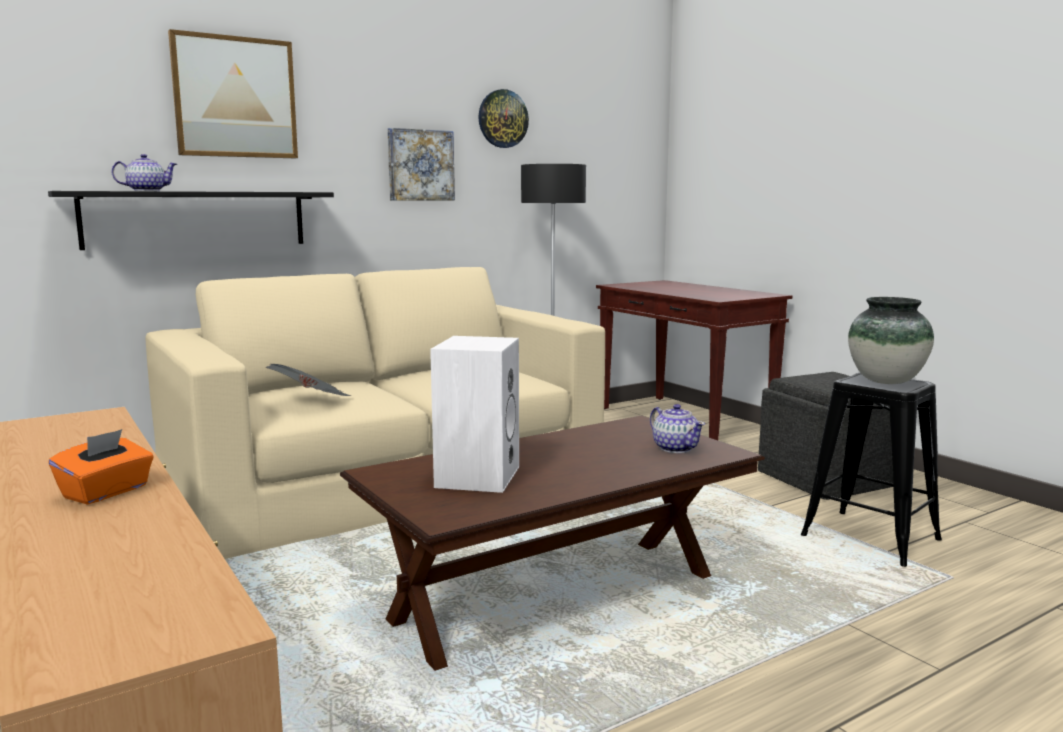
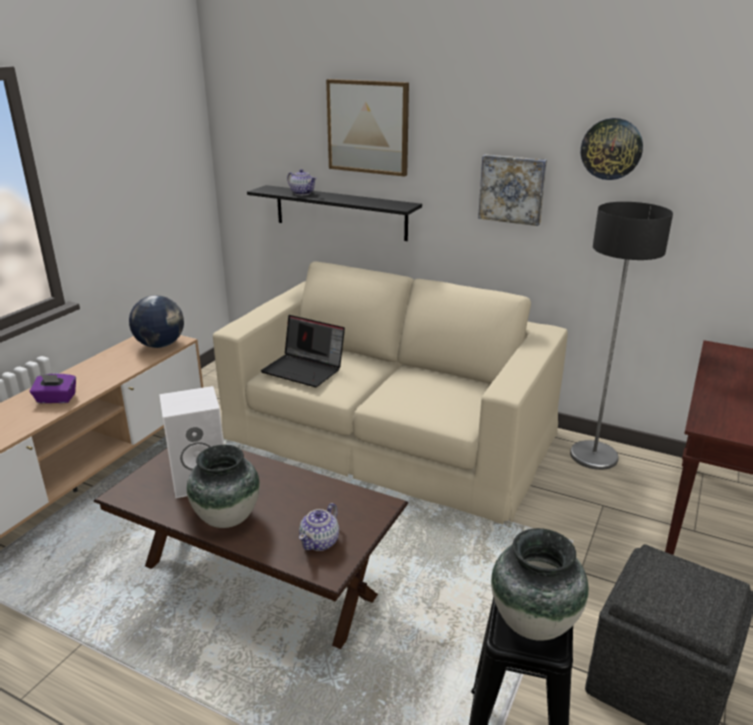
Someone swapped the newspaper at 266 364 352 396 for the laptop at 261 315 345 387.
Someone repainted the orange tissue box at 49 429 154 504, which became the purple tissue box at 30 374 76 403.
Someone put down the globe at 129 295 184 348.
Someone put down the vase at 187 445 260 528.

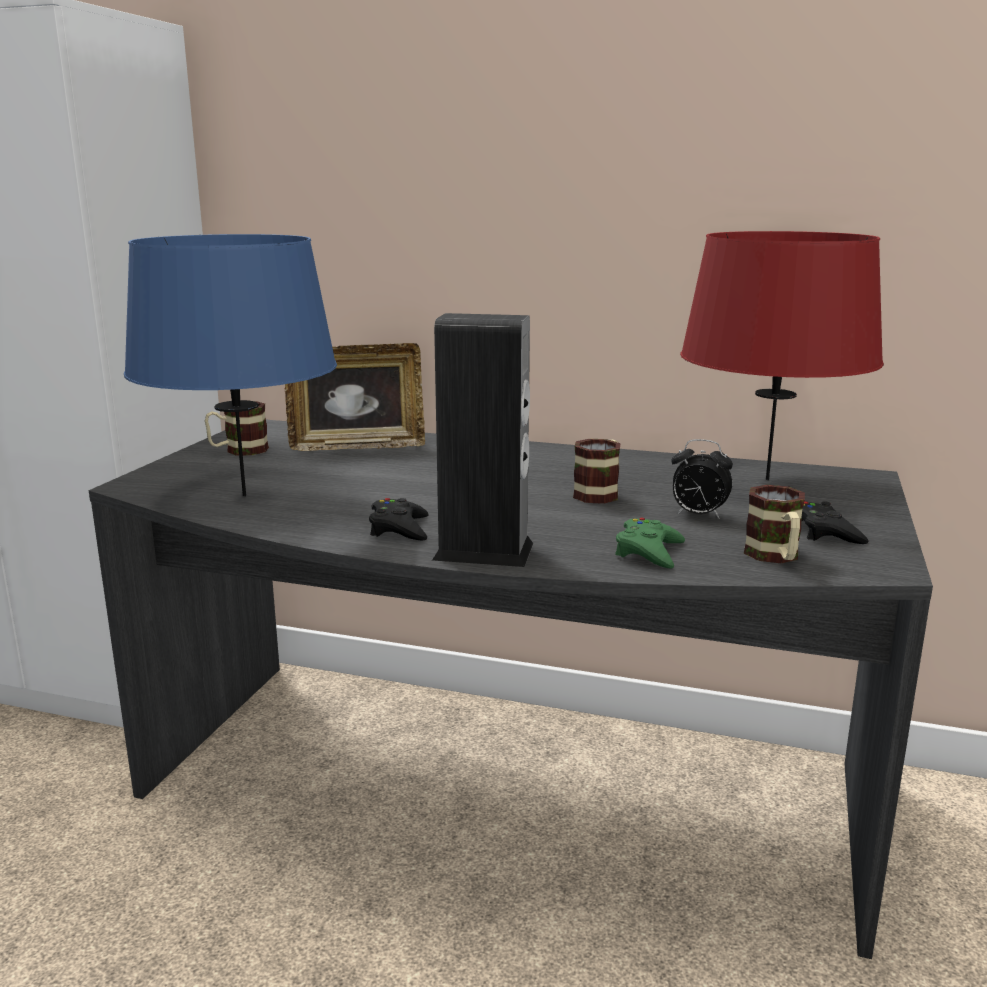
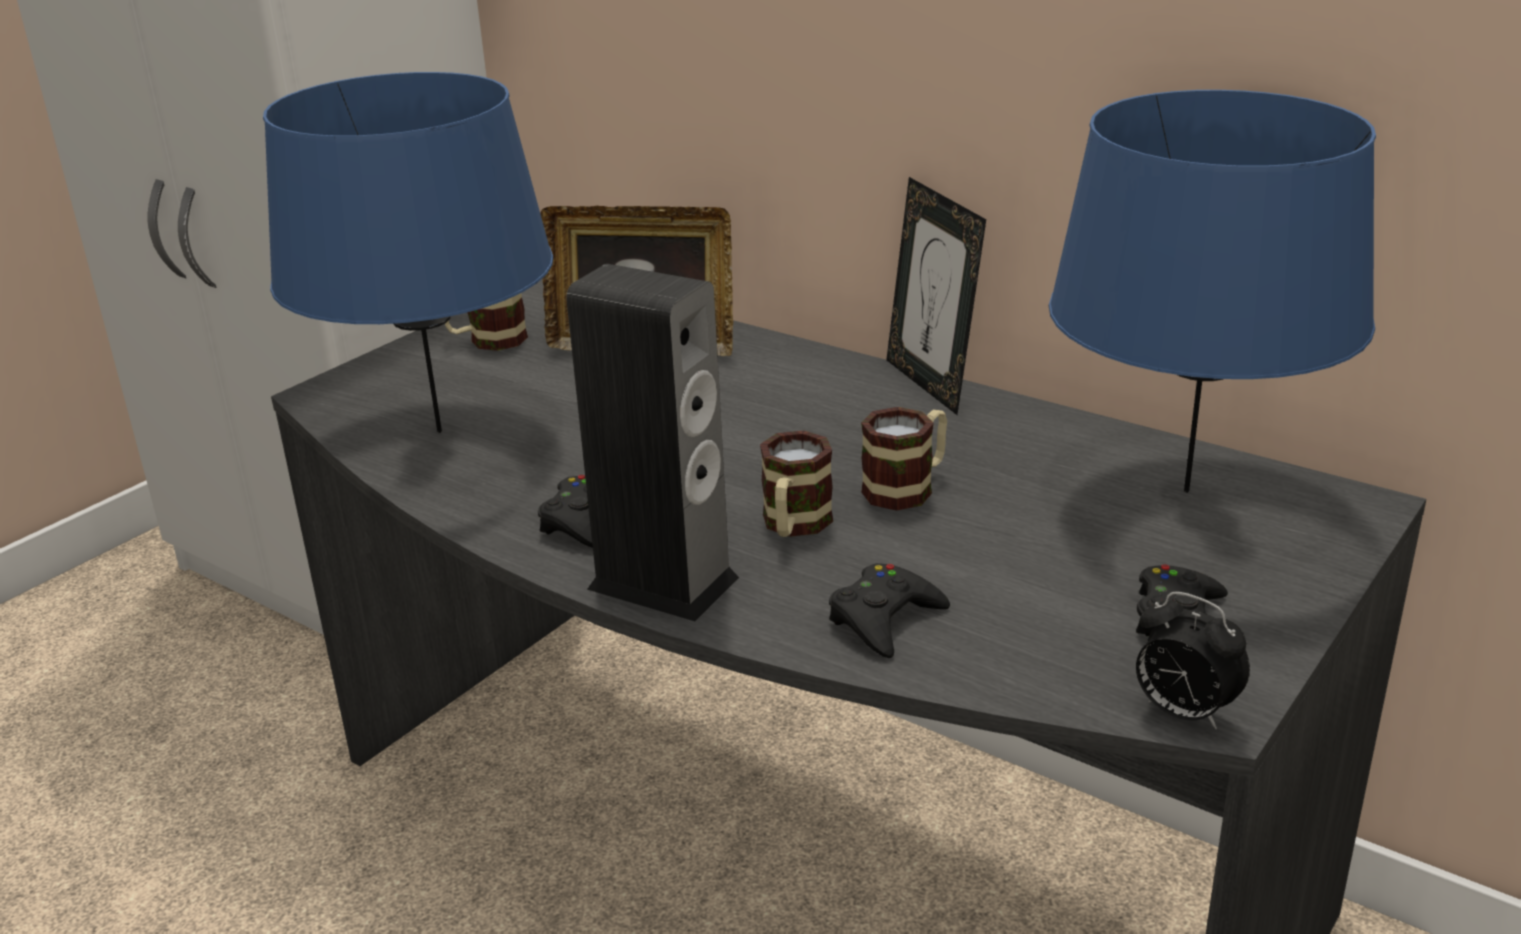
Someone repainted the red table lamp at 680 231 884 480, which became the blue table lamp at 1049 90 1376 493.
Someone carried the alarm clock from 671 439 733 519 to 1136 592 1250 730.
Someone carried the mug from 744 485 805 563 to 760 431 833 537.
Someone repainted the green game controller at 615 517 685 568, which became the black game controller at 829 563 950 658.
Someone put down the picture frame at 886 177 986 415.

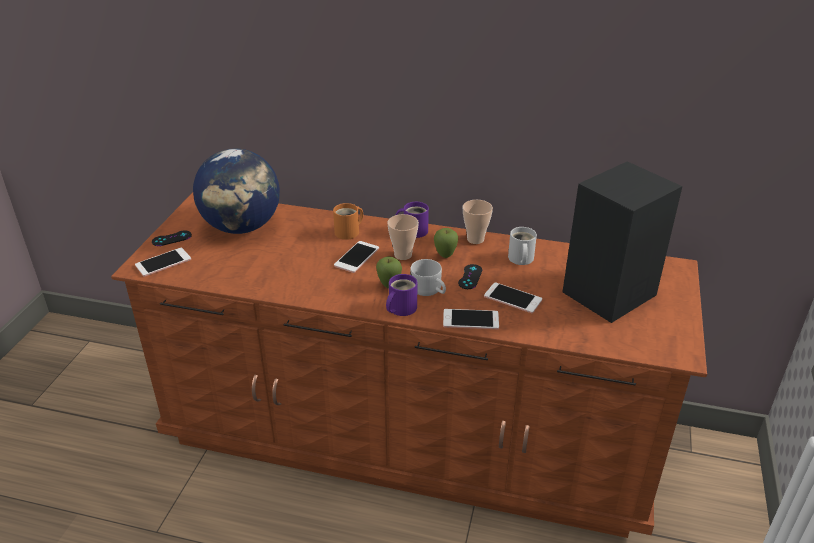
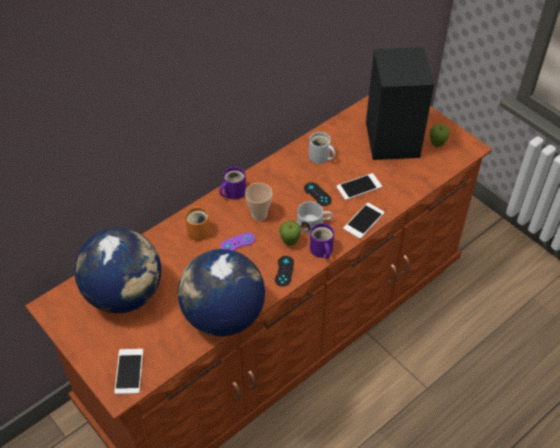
Someone took away the cup at 463 200 493 244.
Someone carried the apple from 434 228 458 258 to 430 124 450 147.
Someone carried the black game controller from 152 230 192 246 to 275 256 294 287.
Someone swapped the phone at 334 241 379 273 for the purple game controller at 220 232 255 251.
Someone put down the globe at 178 249 265 337.

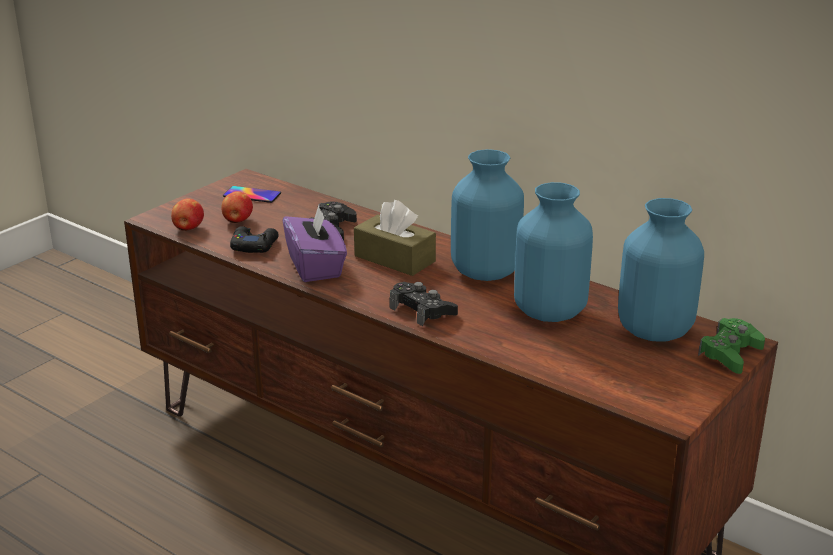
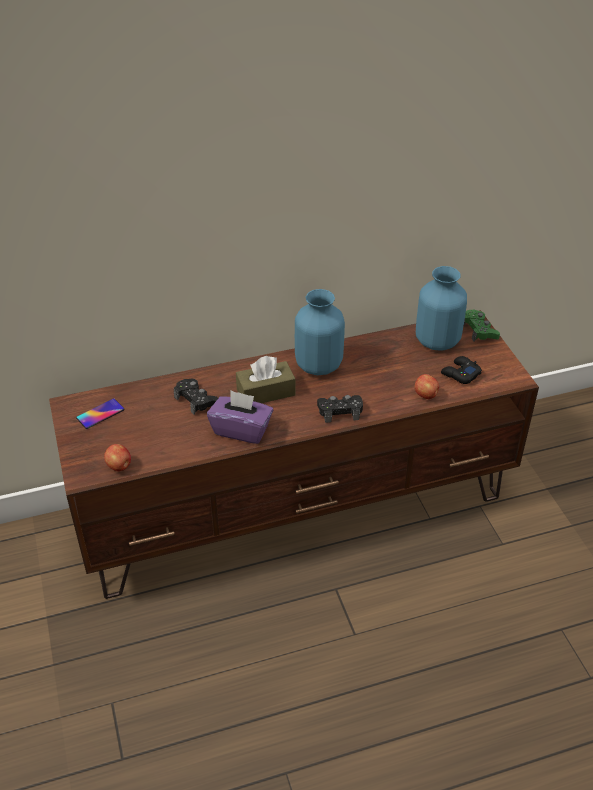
Someone took away the blue vase at 514 182 593 322.
Someone carried the apple from 221 191 253 223 to 414 374 439 399.
Someone carried the black game controller from 230 226 279 253 to 441 356 482 384.

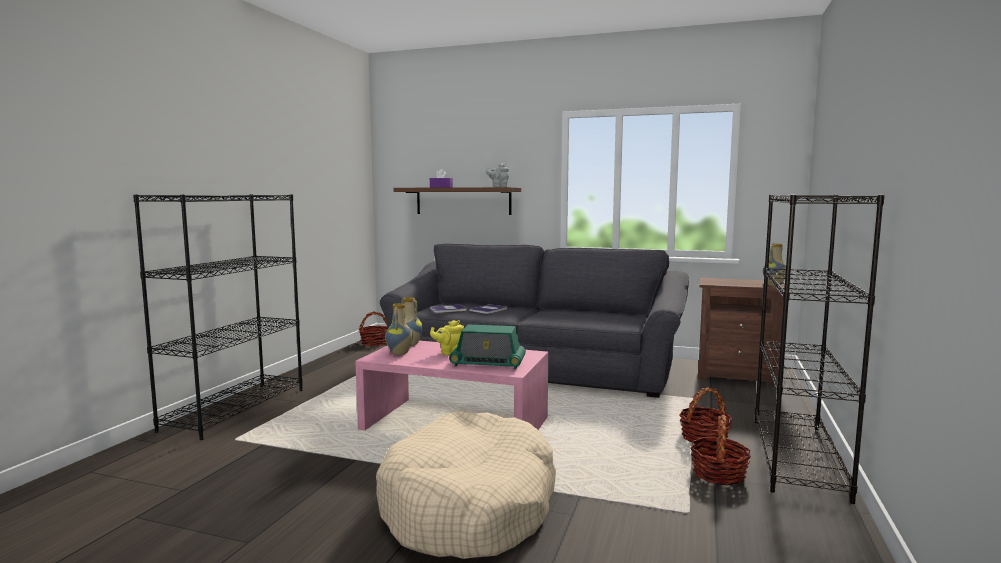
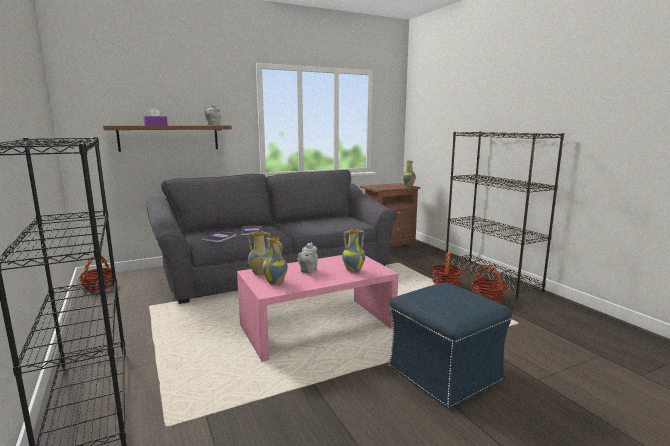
Someone repainted the yellow teapot at 430 320 464 355, which became the grey teapot at 297 242 318 274.
Someone swapped the radio at 449 324 526 369 for the vase at 342 229 365 272.
Someone swapped the beige dog bed at 376 411 556 559 for the blue ottoman at 389 282 512 408.

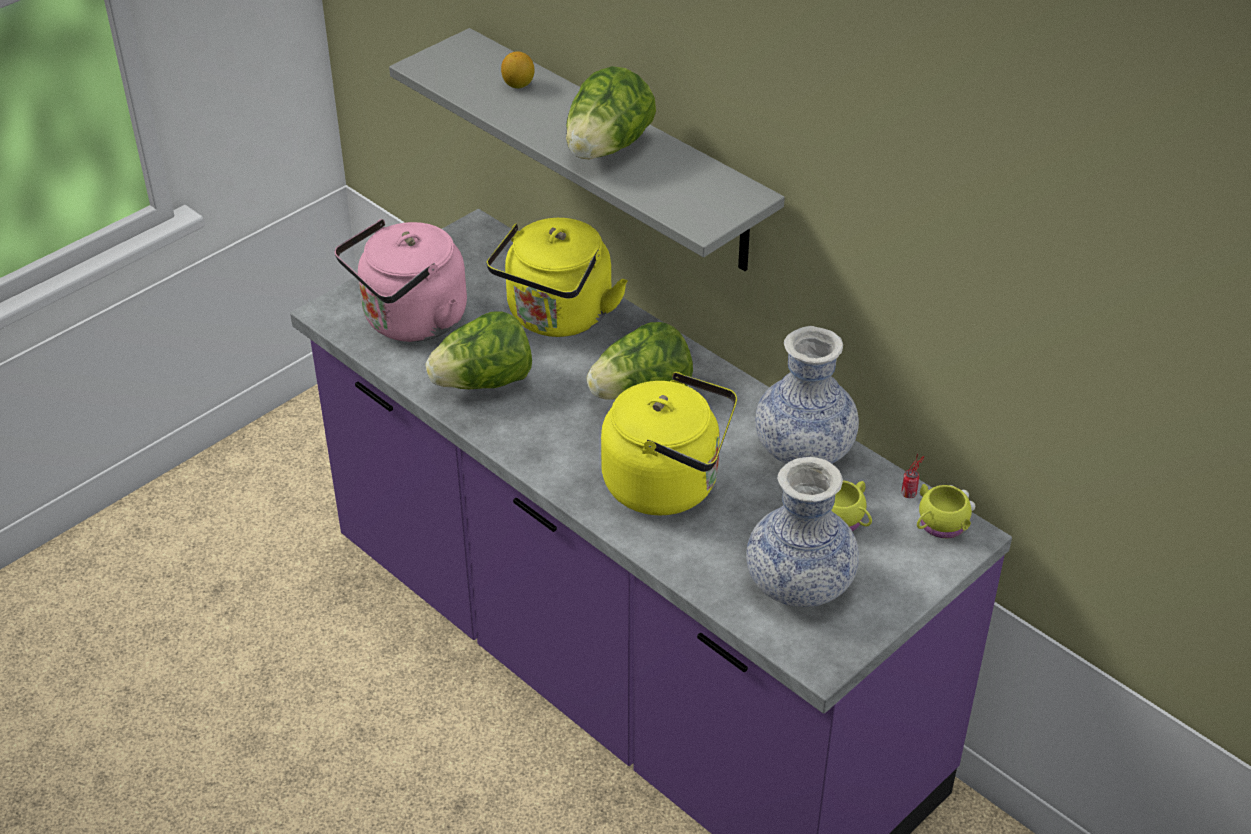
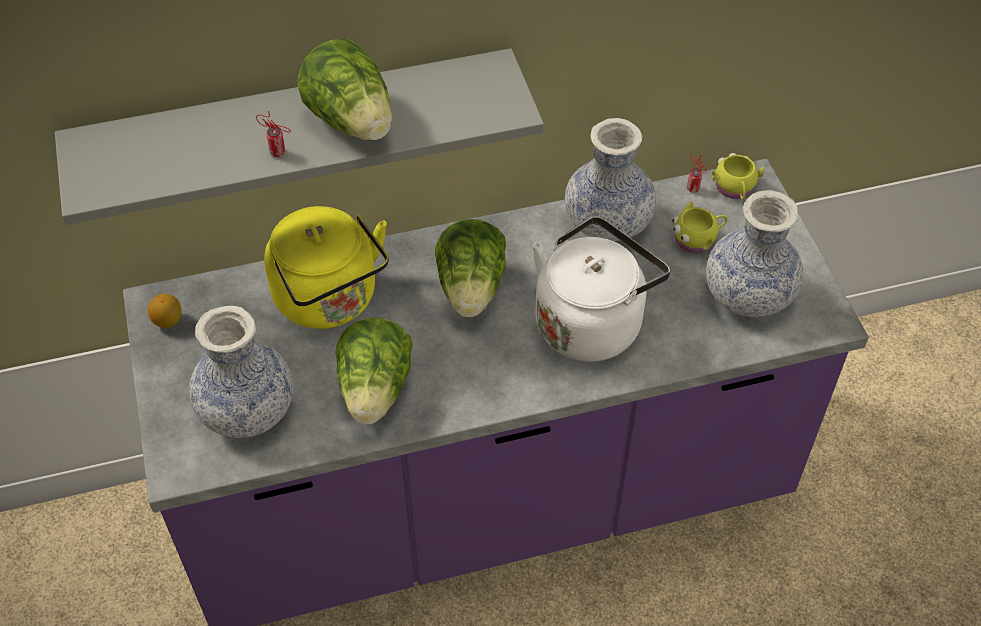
Someone carried the lemon from 501 51 535 89 to 148 294 181 328.
Someone swapped the pink kettle at 335 219 467 342 for the vase at 189 306 293 438.
Someone repainted the yellow kettle at 601 372 737 515, which became the white kettle at 532 216 670 362.
Someone put down the can at 256 111 291 157.

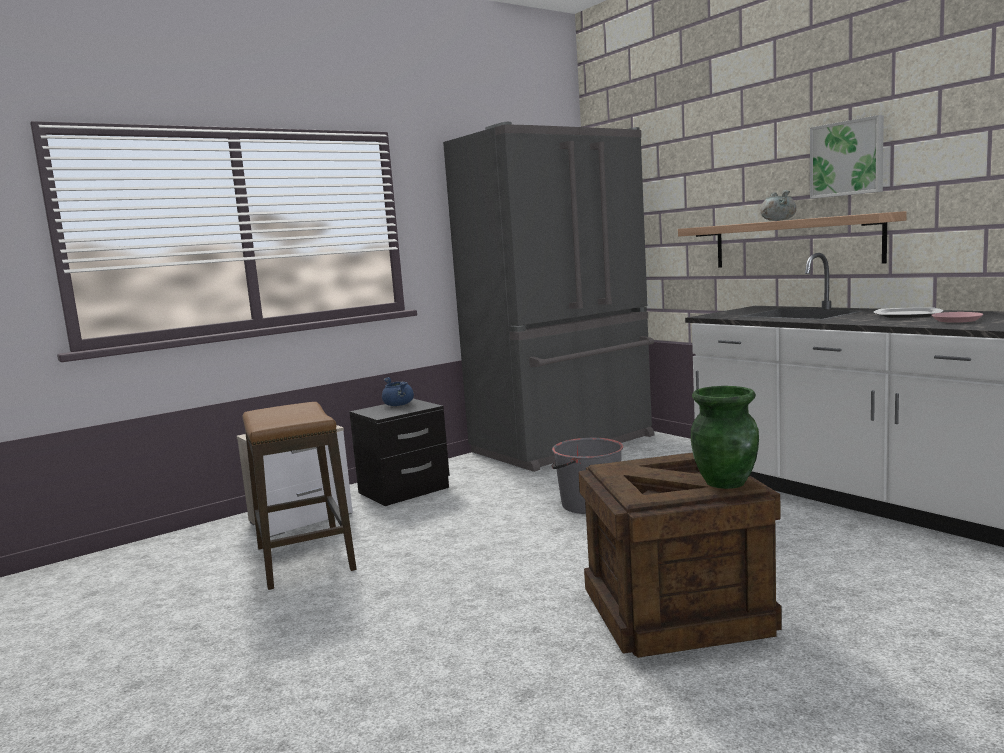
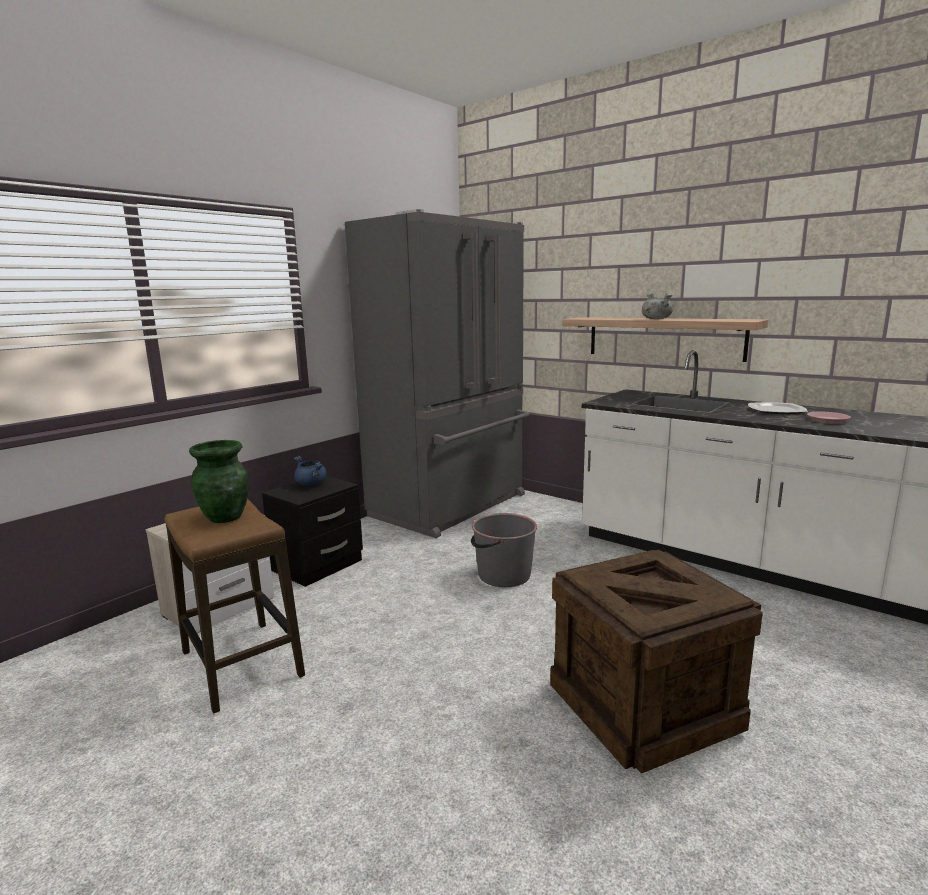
Someone took away the picture at 810 115 884 199.
Someone carried the green vase from 691 386 759 489 to 189 440 249 523.

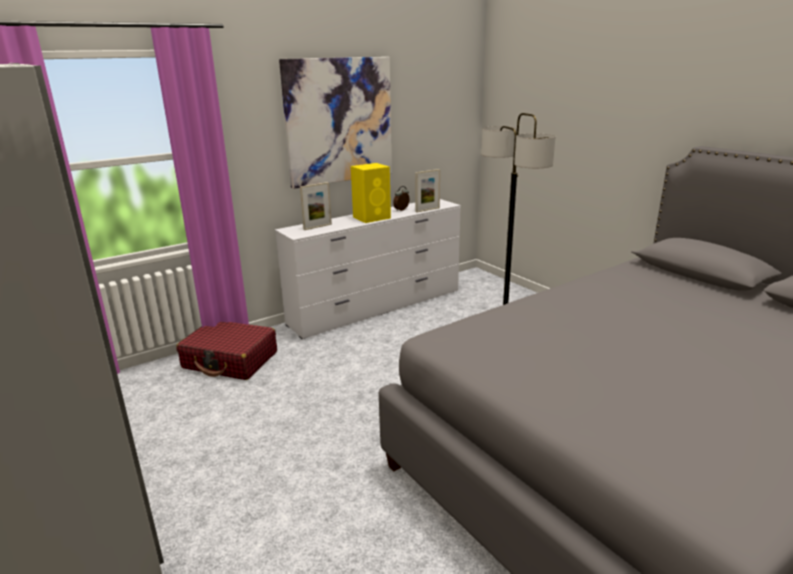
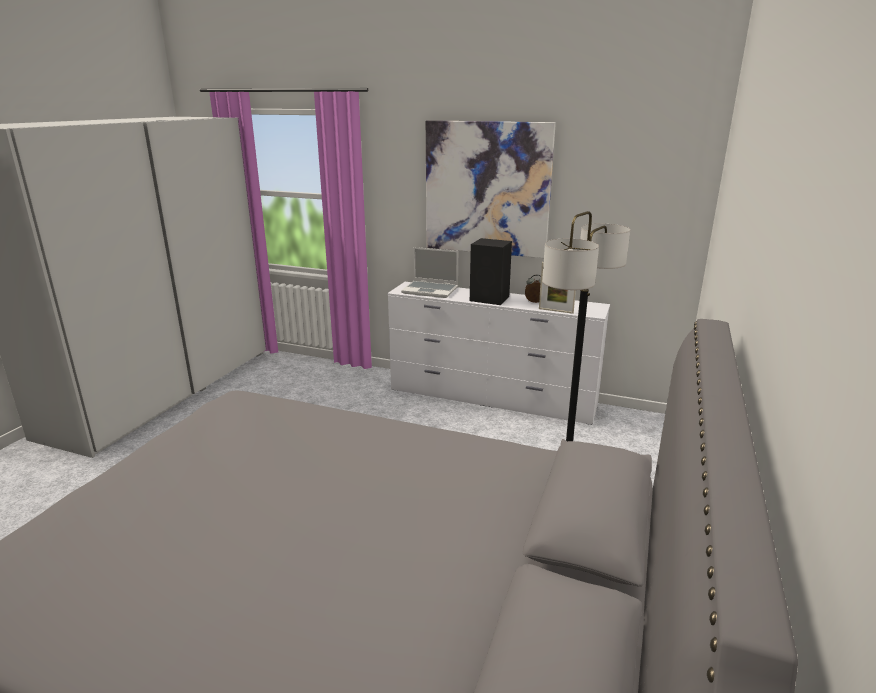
Someone repainted the yellow speaker at 351 163 391 223, which became the black speaker at 470 238 512 305.
Someone swapped the picture frame at 300 182 332 230 for the laptop at 401 247 458 298.
Someone took away the red suitcase at 176 322 277 380.

